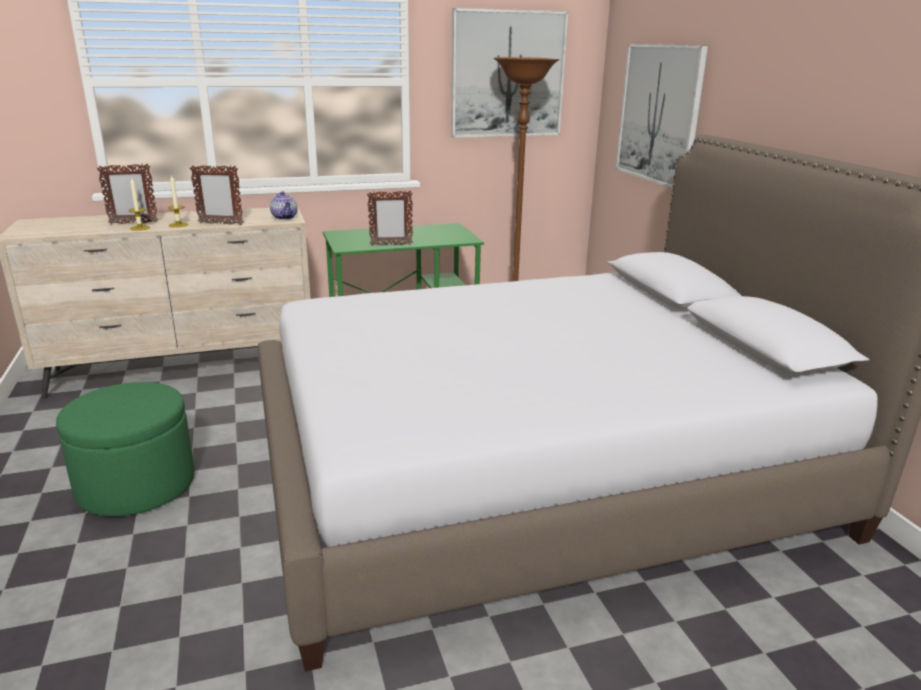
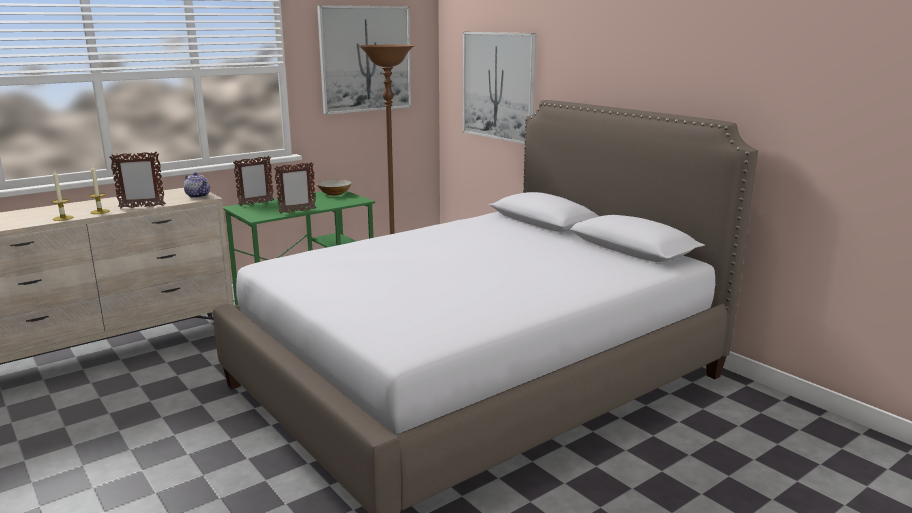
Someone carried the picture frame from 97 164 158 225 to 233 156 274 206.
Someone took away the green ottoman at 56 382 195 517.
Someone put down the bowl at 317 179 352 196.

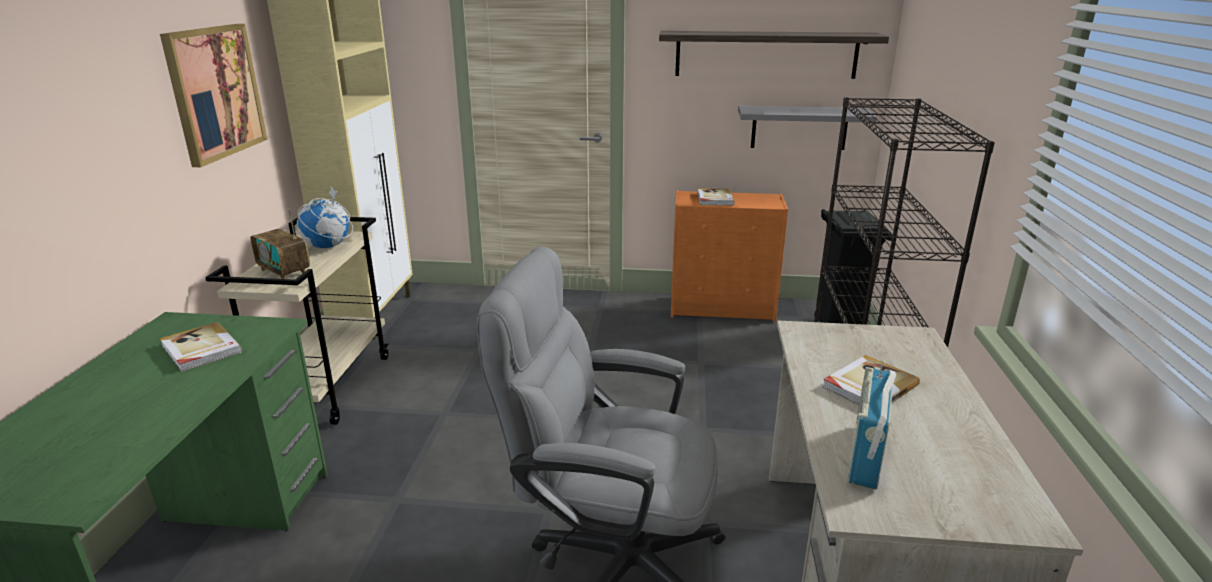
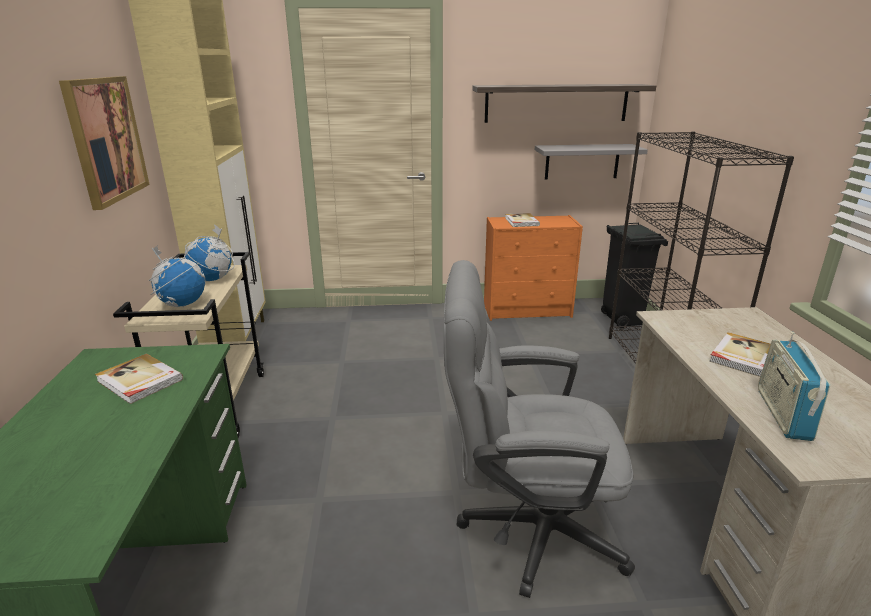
Someone swapped the radio at 250 208 310 279 for the globe at 149 246 206 307.

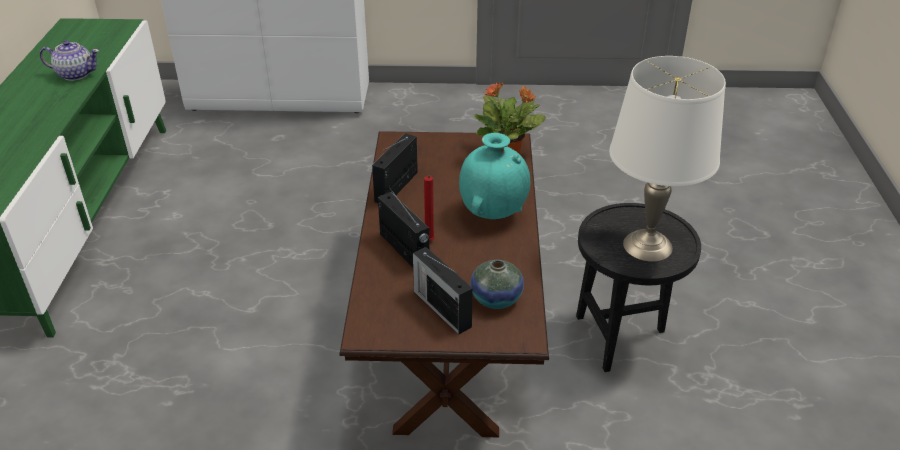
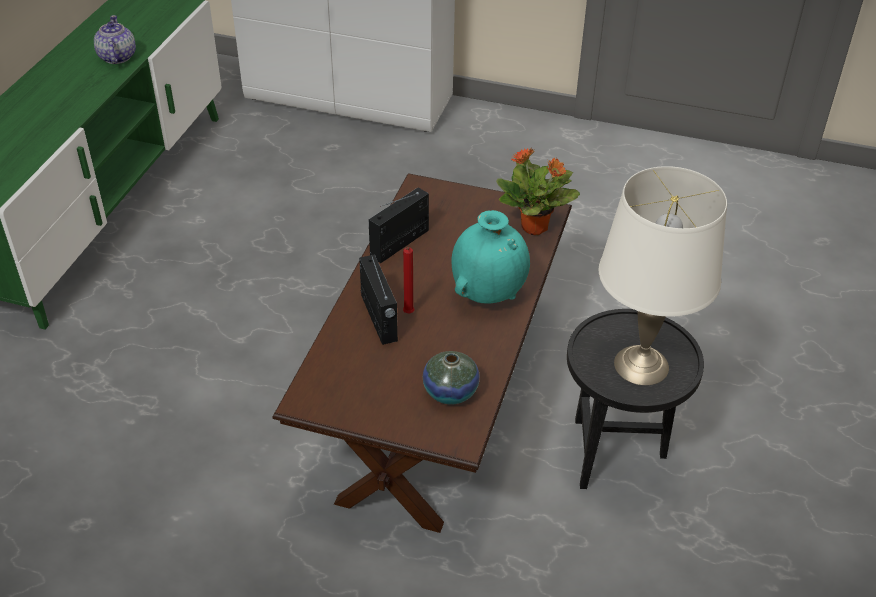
Someone rotated the teapot at 40 40 100 81 by 120 degrees counterclockwise.
Someone took away the radio at 413 247 473 334.

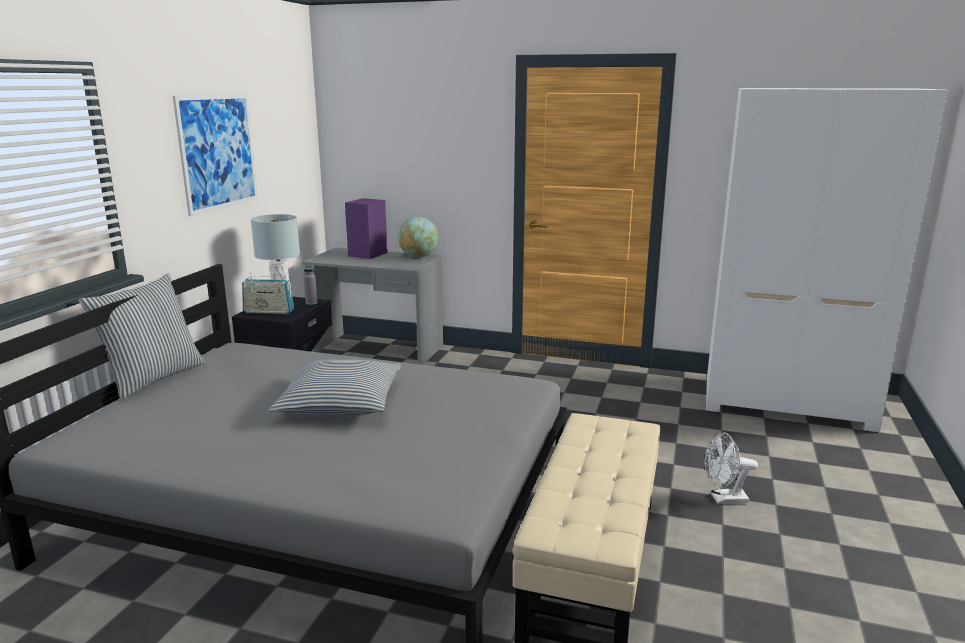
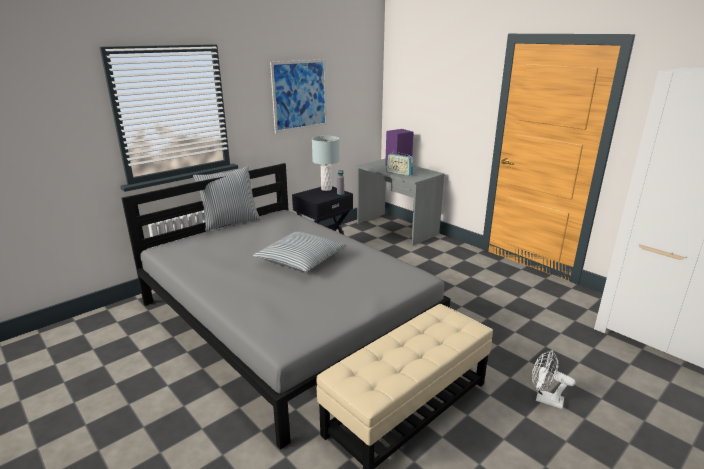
Someone took away the globe at 398 217 439 258.
Someone carried the radio from 242 272 294 314 to 386 152 413 176.

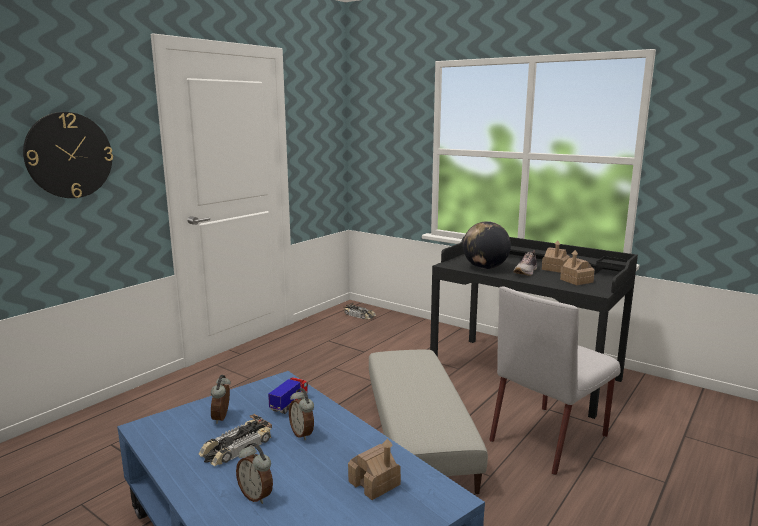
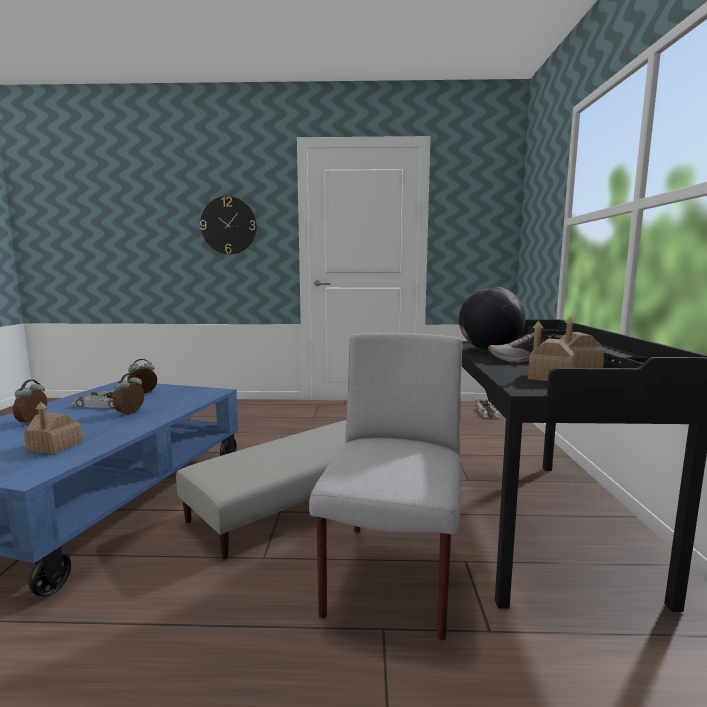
Someone rotated the grey chair at 489 286 621 475 by 90 degrees clockwise.
Someone took away the toy truck at 268 377 308 414.

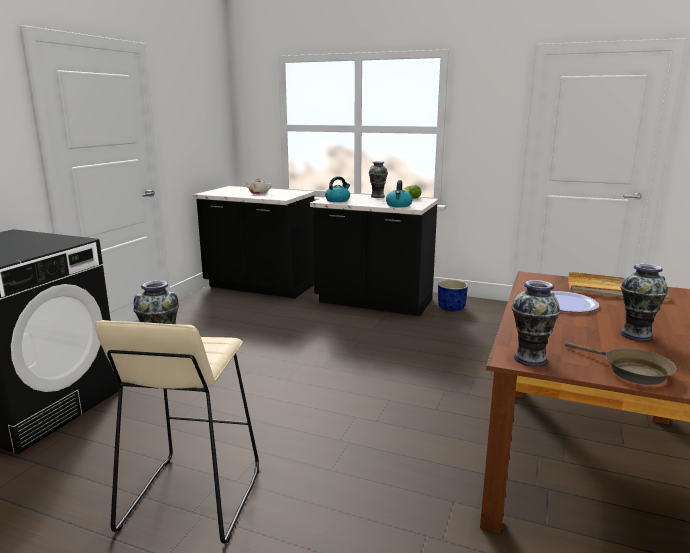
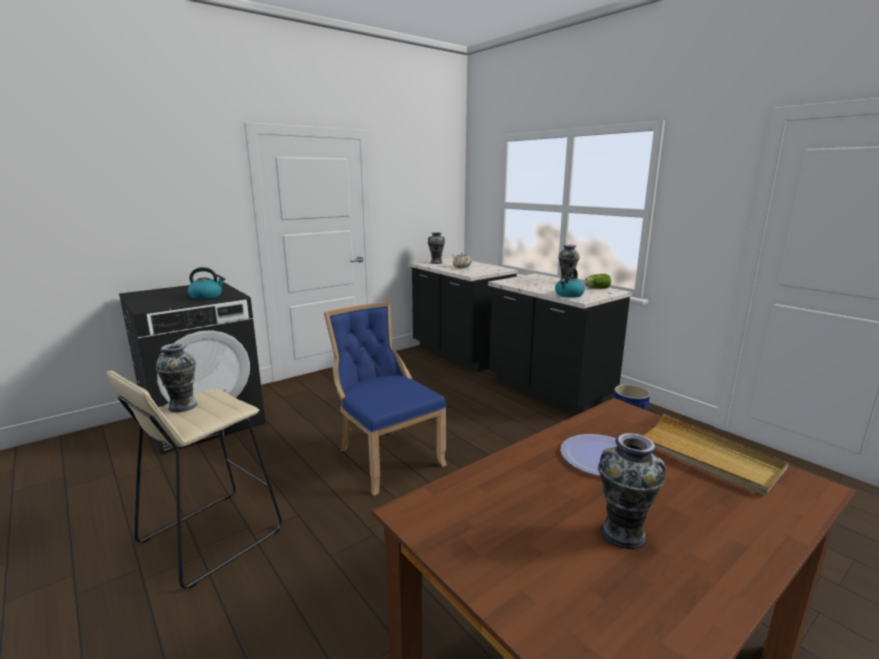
Someone carried the kettle from 325 176 350 202 to 188 267 225 300.
Someone carried the vase from 511 280 560 366 to 428 232 445 264.
Someone took away the brown frying pan at 565 342 677 385.
Someone put down the blue chair at 324 302 447 496.

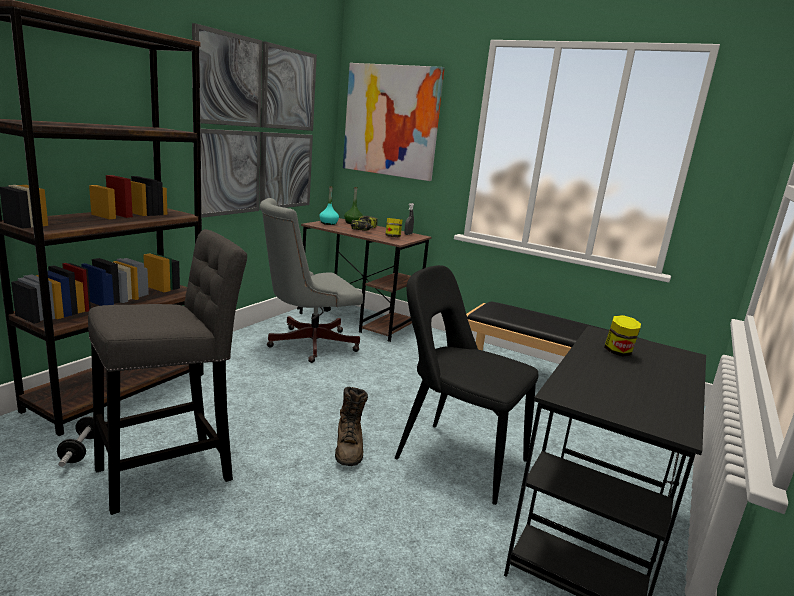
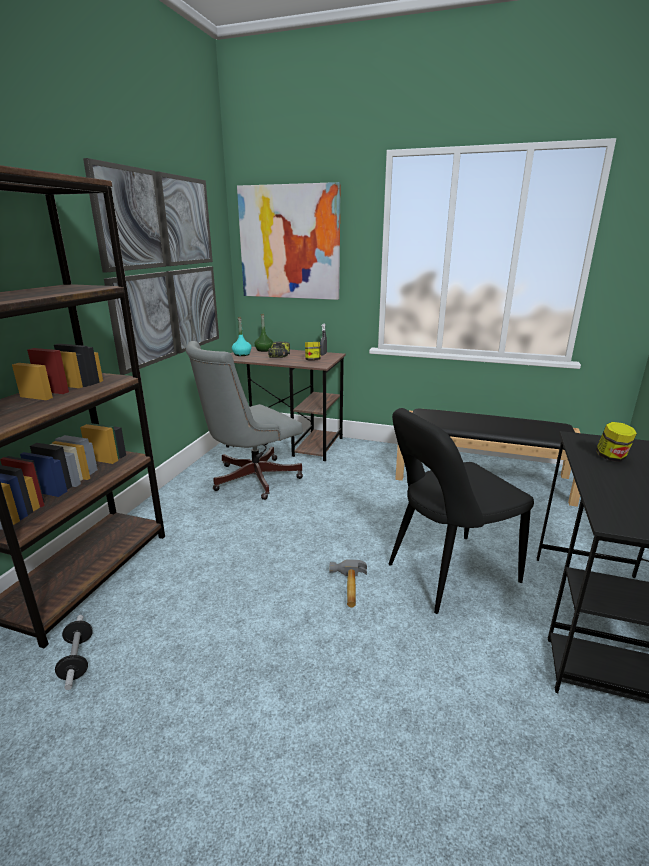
Someone took away the grey stool at 88 229 247 515.
Someone rotated the black chair at 395 265 538 505 by 45 degrees counterclockwise.
Someone swapped the brown boot at 335 387 368 466 for the hammer at 329 559 367 608.

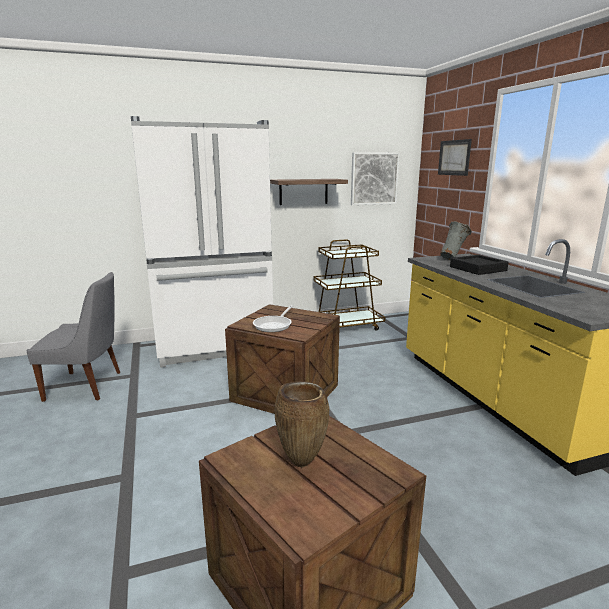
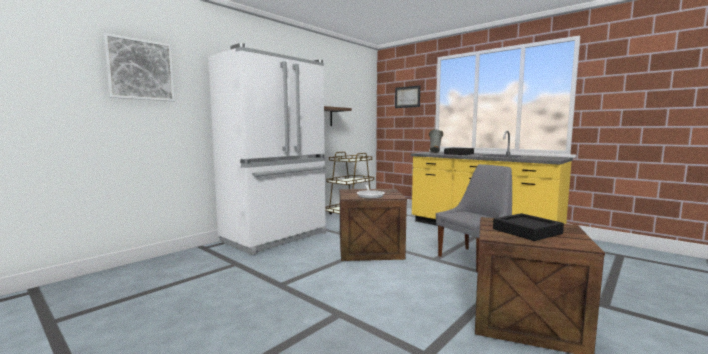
Someone carried the picture from 351 152 400 205 to 103 33 175 101.
Someone carried the grey chair from 27 272 120 402 to 436 164 512 272.
Someone swapped the brown vase at 274 381 329 467 for the black tray at 493 213 564 241.

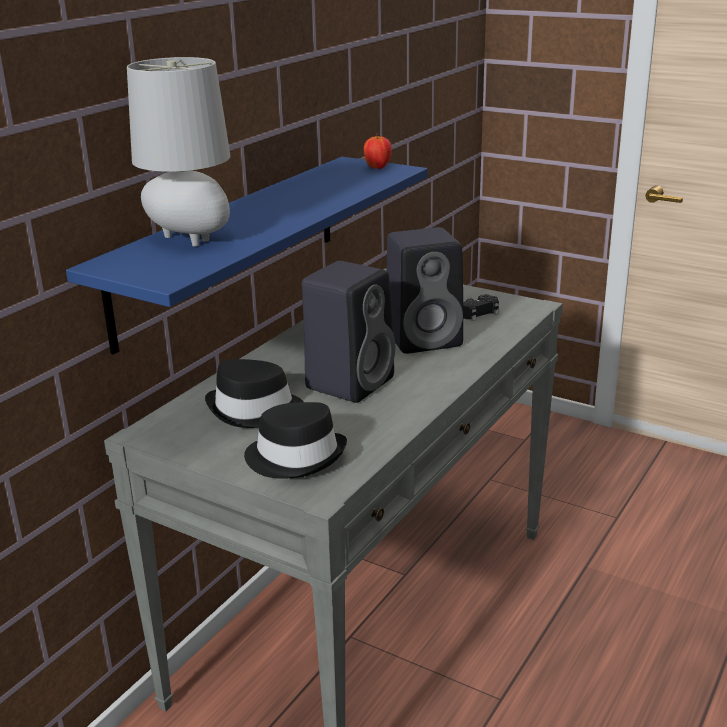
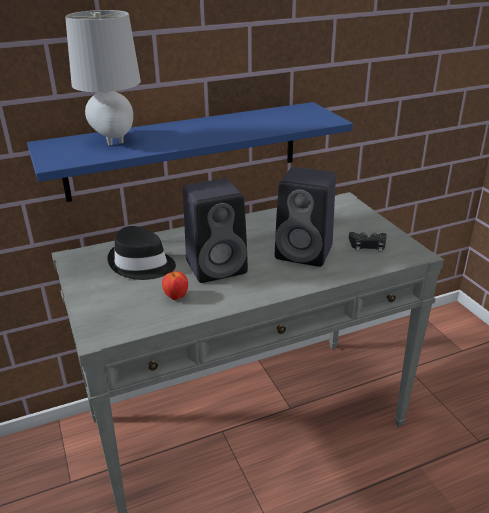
Someone carried the apple from 364 134 392 169 to 162 271 188 300.
Someone took away the black hat at 244 402 347 479.

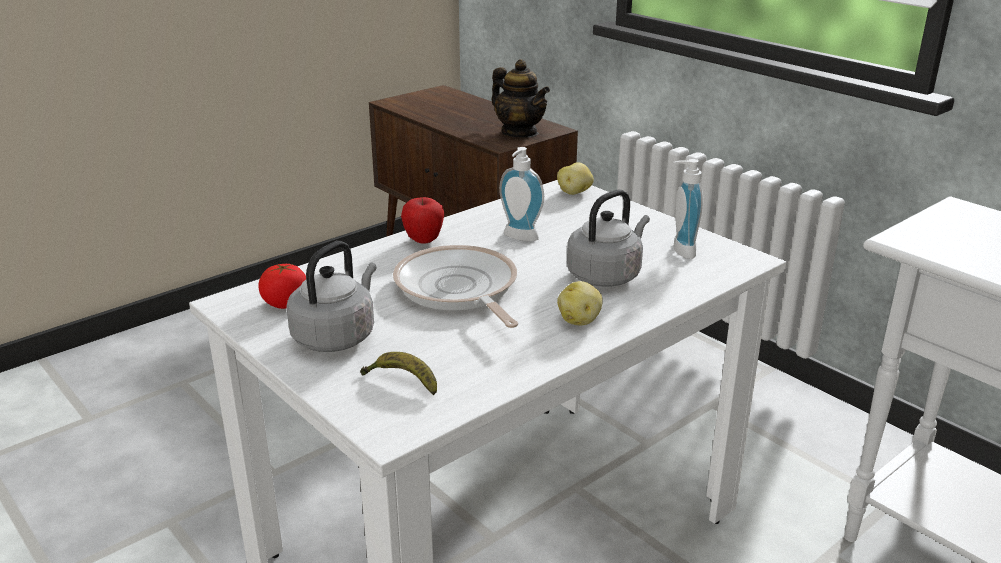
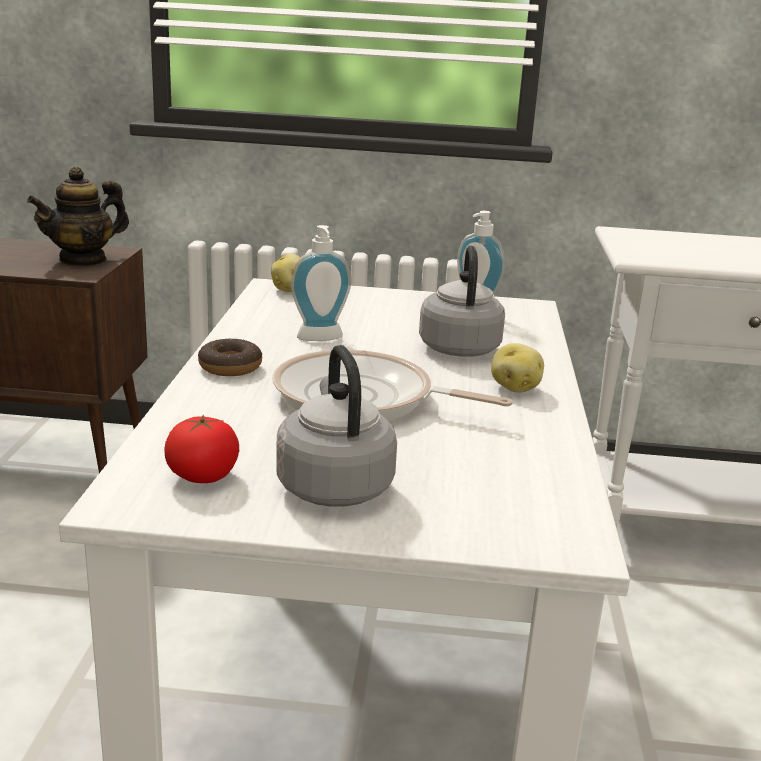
Someone rotated the teapot at 492 59 550 138 by 135 degrees clockwise.
Someone swapped the apple at 401 197 444 244 for the donut at 198 339 262 376.
Someone took away the banana at 360 352 437 395.

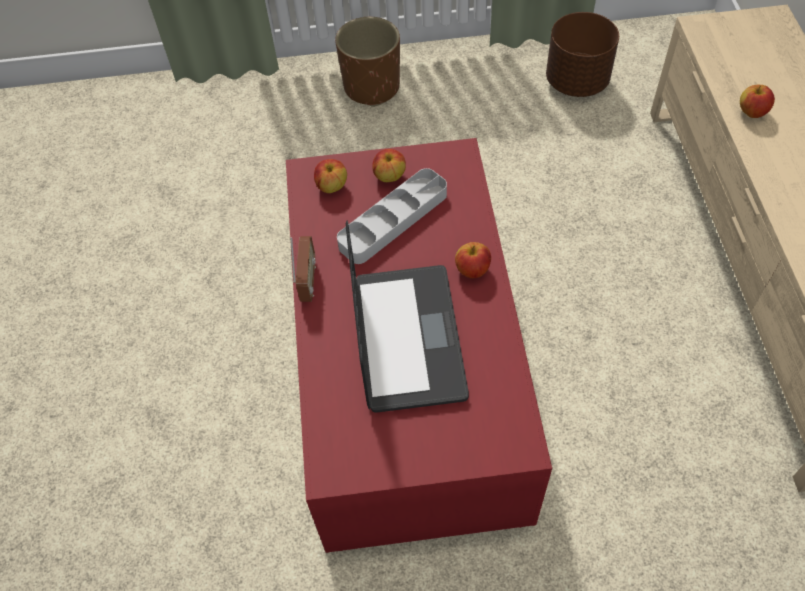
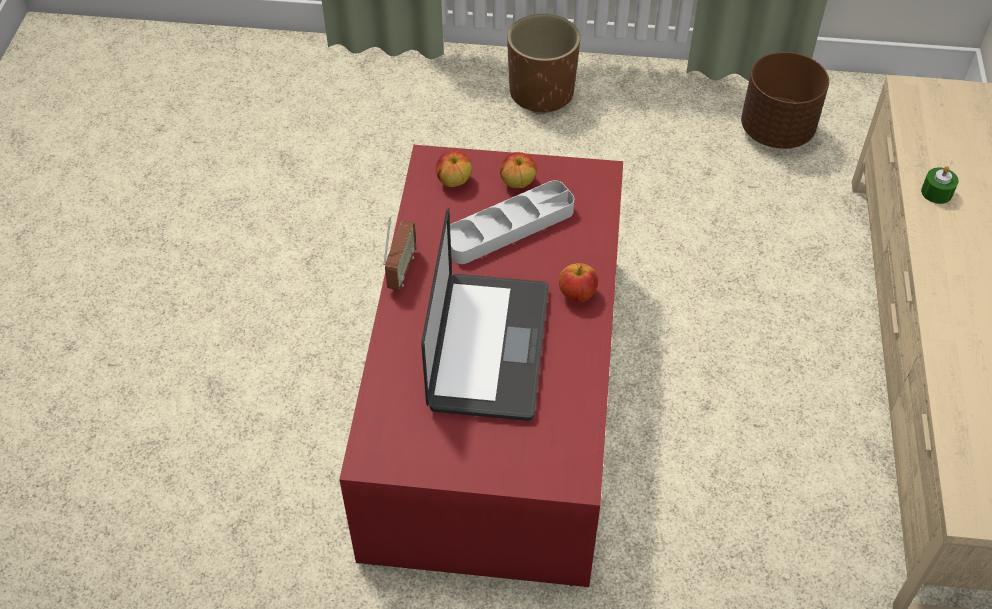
Someone swapped the apple at 740 85 775 118 for the green candle at 921 166 958 204.

